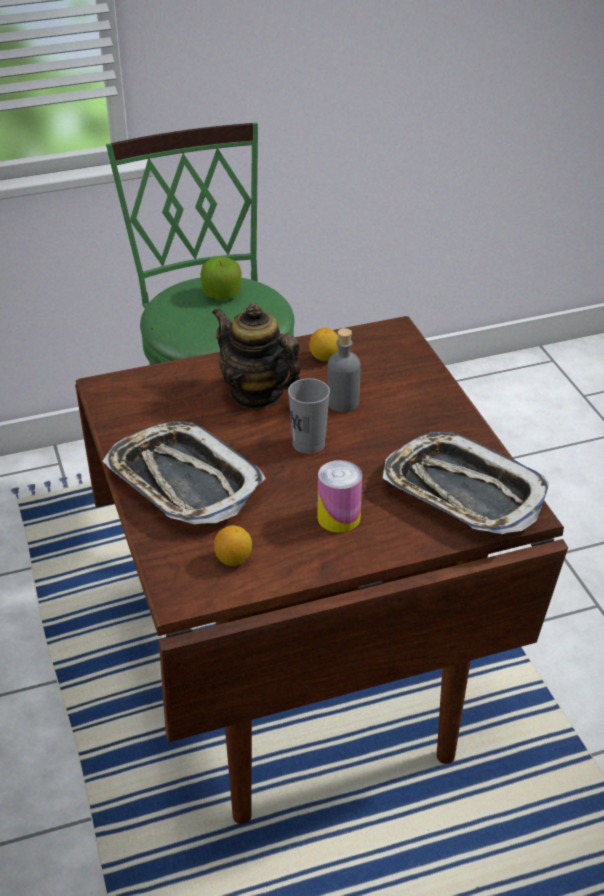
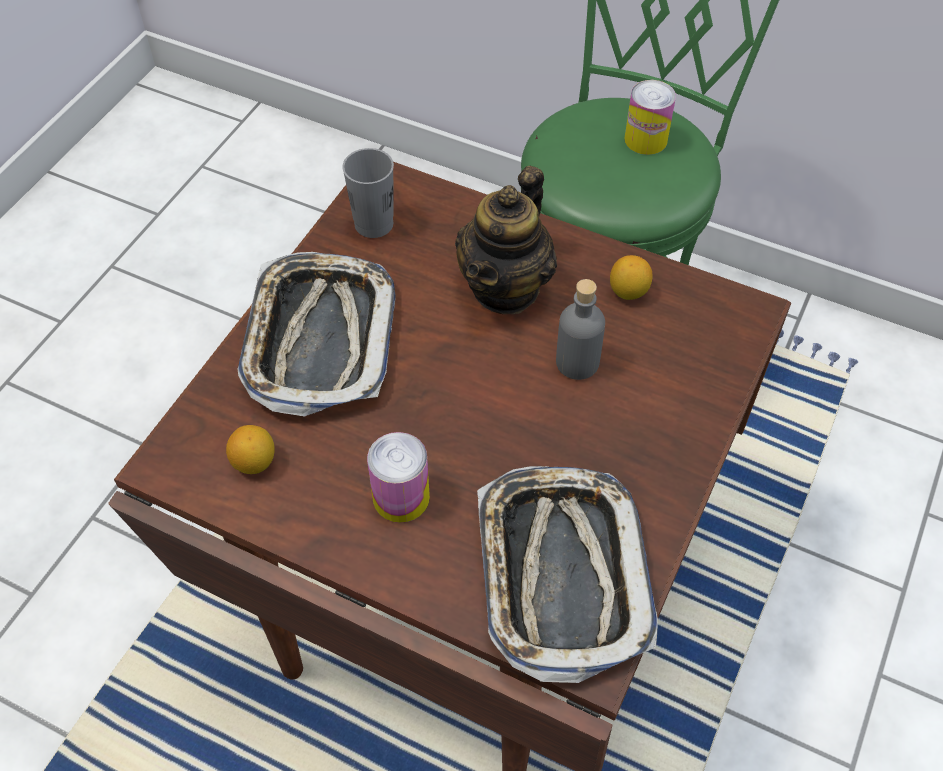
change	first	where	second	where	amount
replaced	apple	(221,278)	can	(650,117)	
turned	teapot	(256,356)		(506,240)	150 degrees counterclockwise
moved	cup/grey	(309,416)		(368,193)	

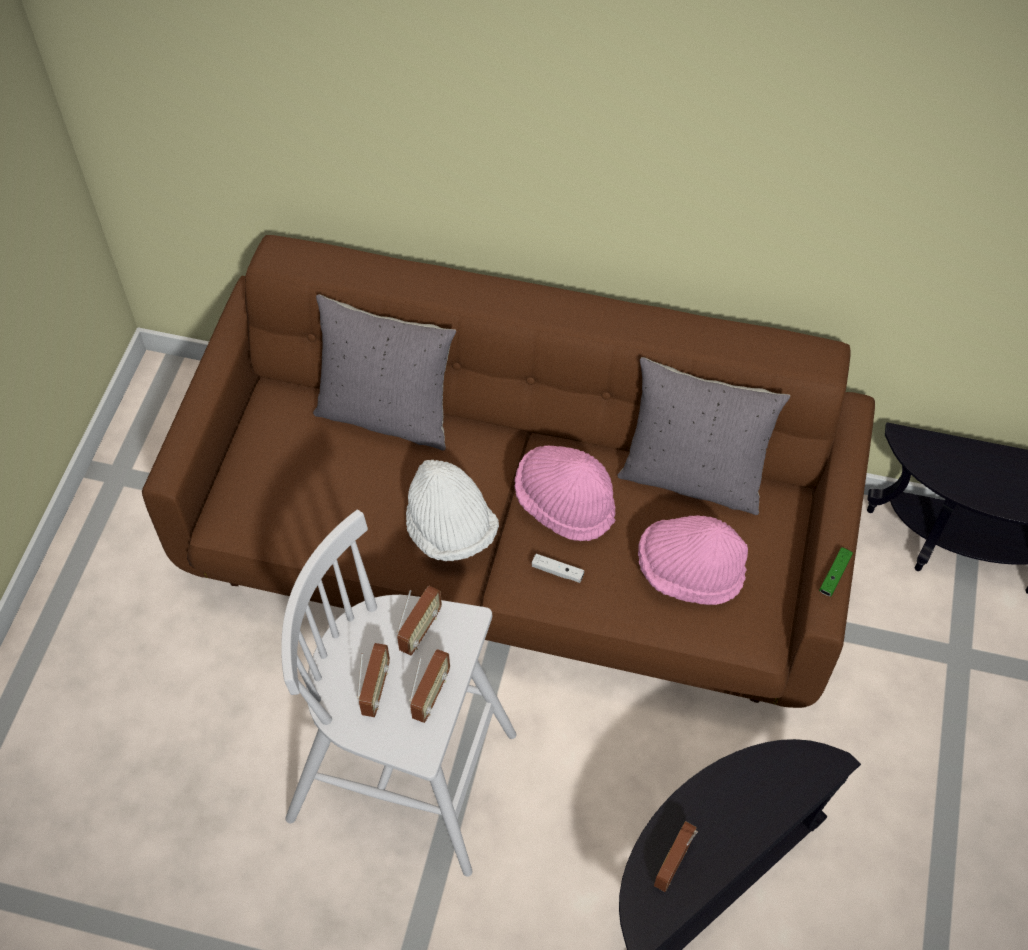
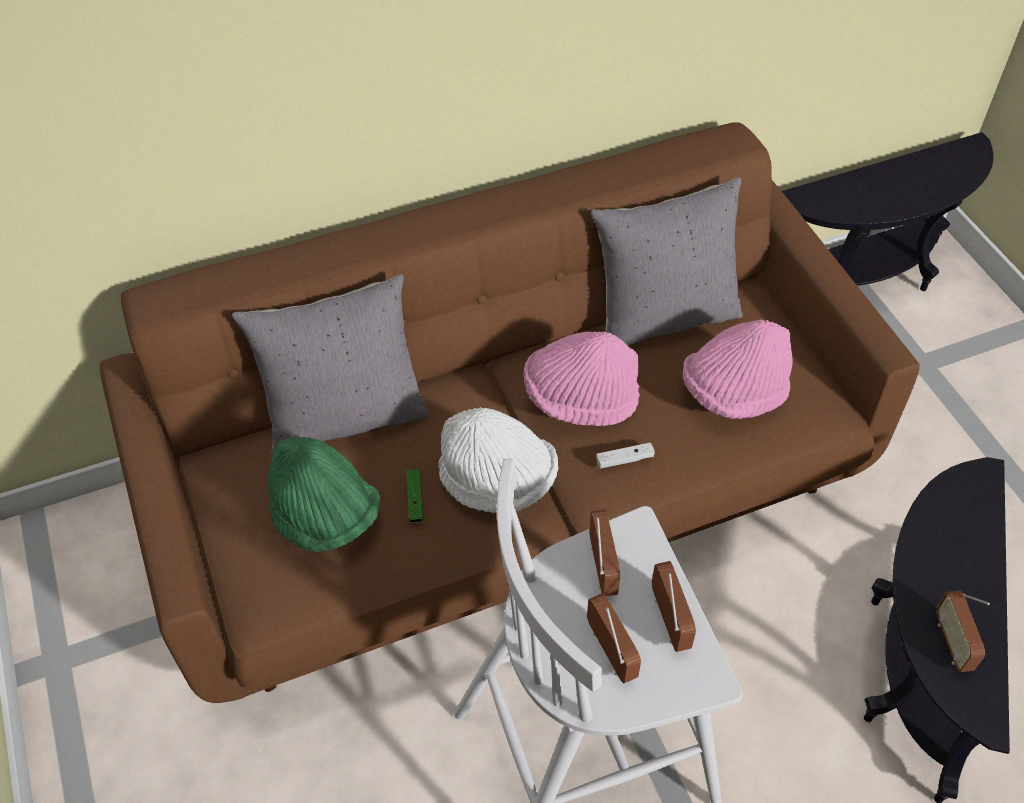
change	first	where	second	where	amount
moved	game controller/green	(836,571)		(415,496)	
added			hat/green	(323,494)	

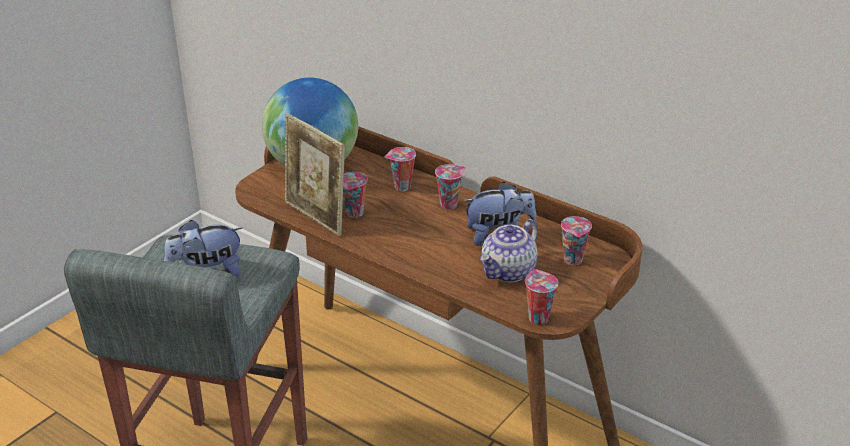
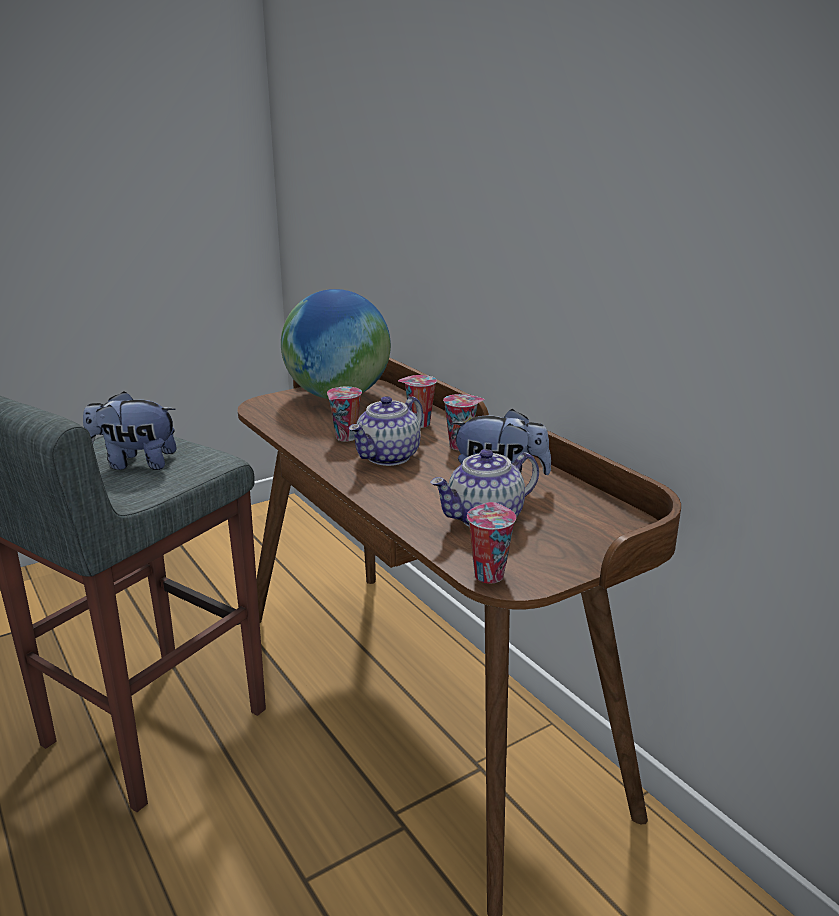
change	first	where	second	where	amount
removed	picture frame	(315,174)			
removed	cup	(576,240)			
added			teapot	(386,431)	

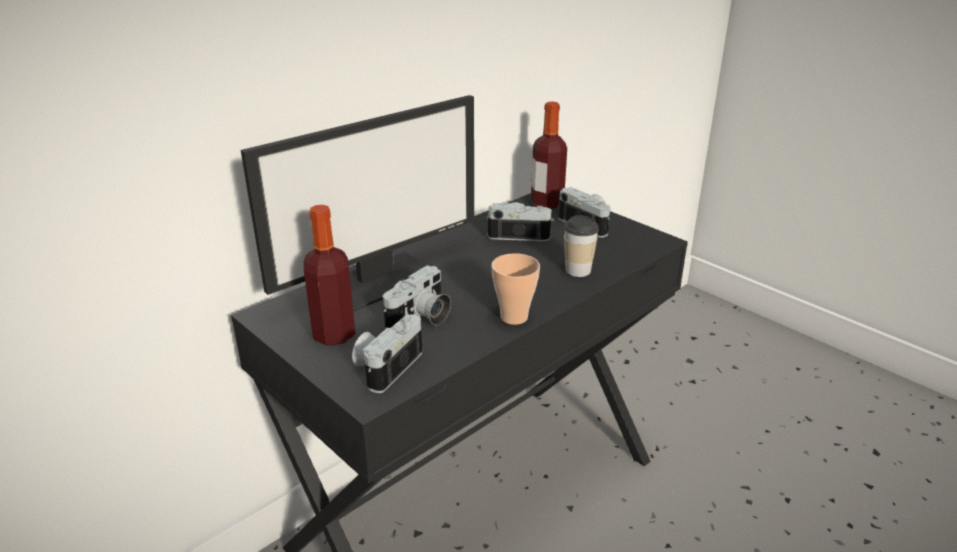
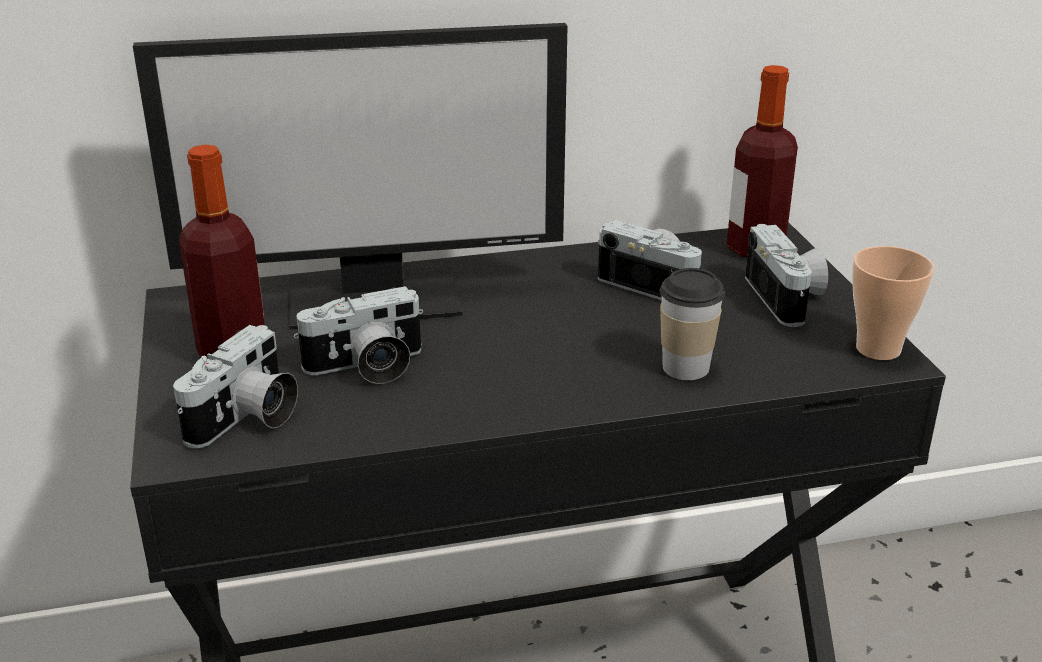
change	first	where	second	where	amount
moved	cup	(515,289)		(893,303)	
turned	photo camera	(387,353)		(235,386)	150 degrees clockwise

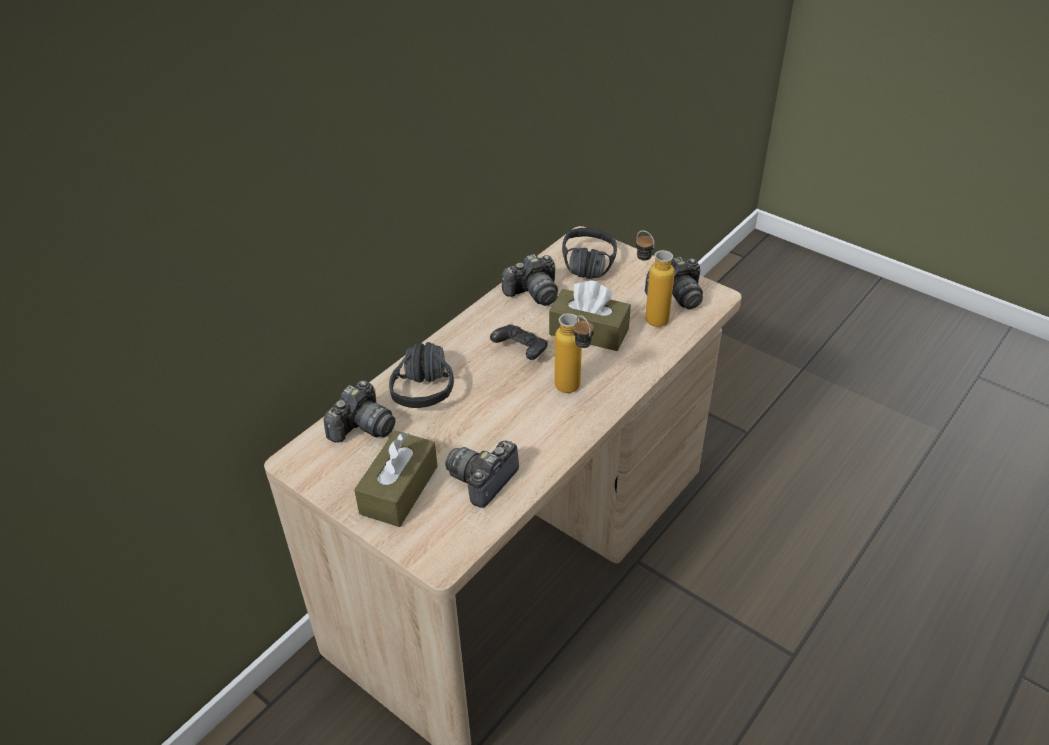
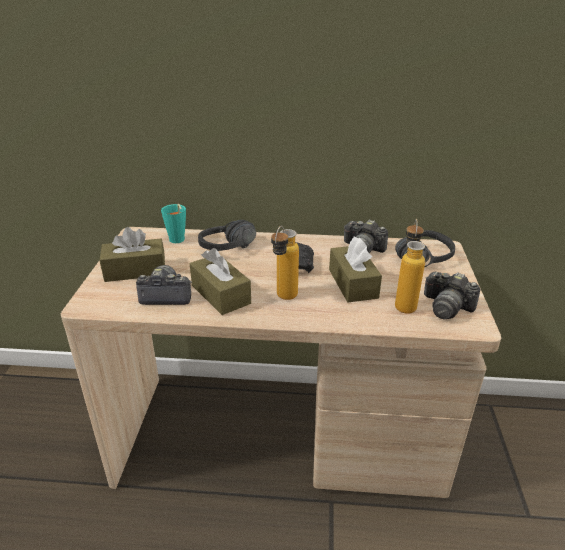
change	first	where	second	where	amount
replaced	photo camera	(359,411)	cup/turquoise	(173,223)	
added			tissue box/brown	(220,281)	

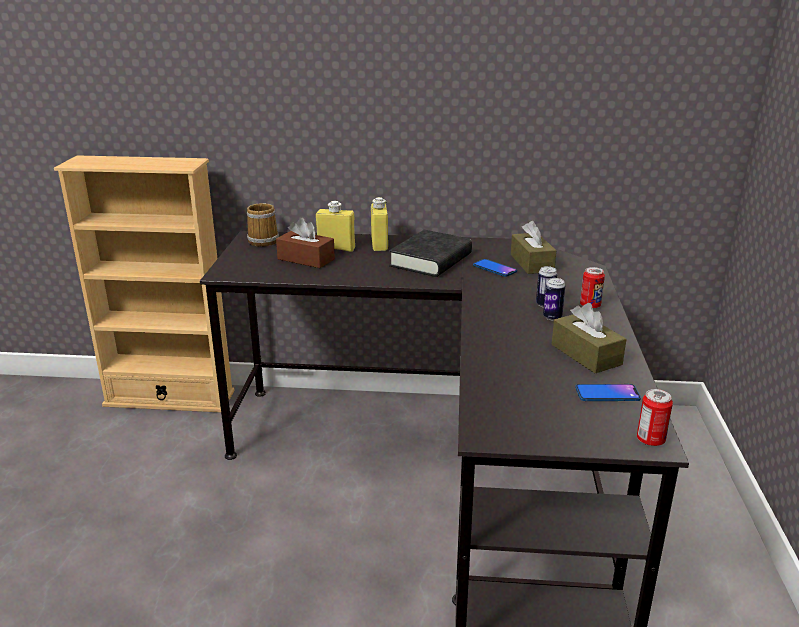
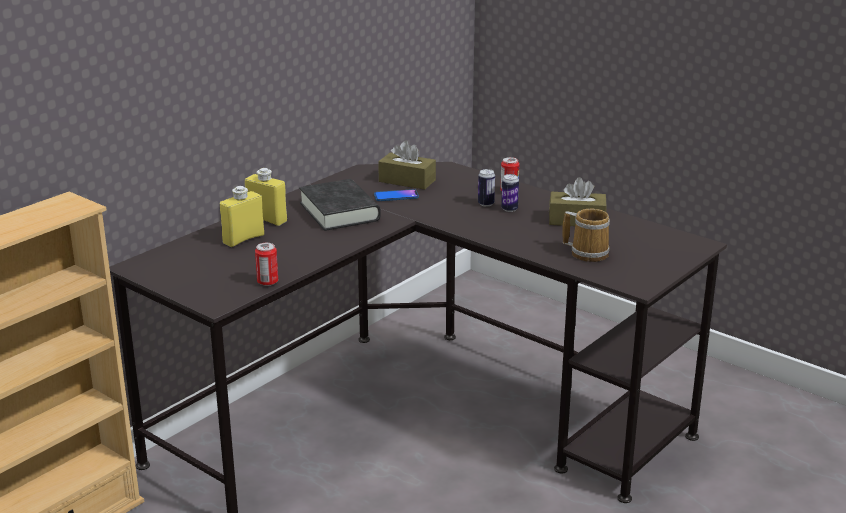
change	first	where	second	where	amount
moved	mug	(263,225)		(586,235)	
removed	tissue box/brown	(305,243)			
removed	phone	(608,392)			
moved	can	(655,417)		(266,264)	

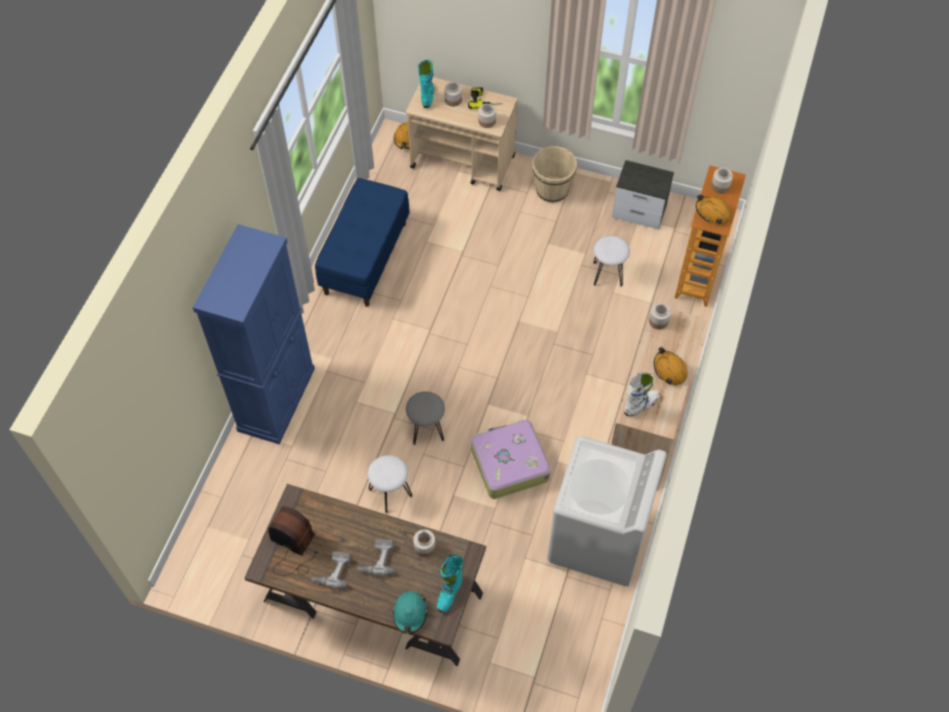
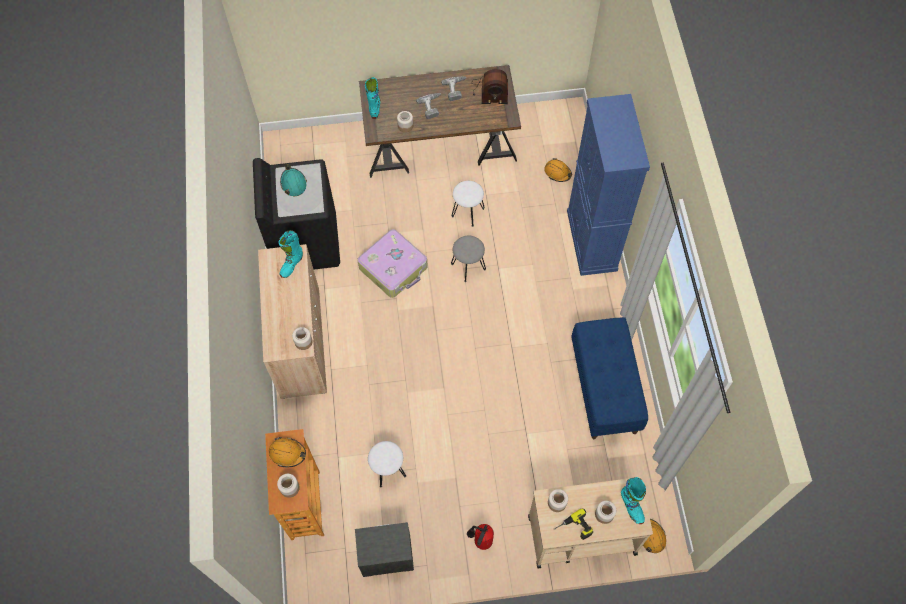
change	first	where	second	where	amount
replaced	bucket/beige	(554,174)	fire extinguisher	(480,537)	
moved	hard hat/orange	(671,366)		(558,170)	
recoloured	boot/white	(642,394)	boot/turquoise	(291,254)	
recoloured	washing machine/white	(607,511)	washing machine/black	(296,214)	
moved	hard hat/turquoise	(410,612)		(293,180)	

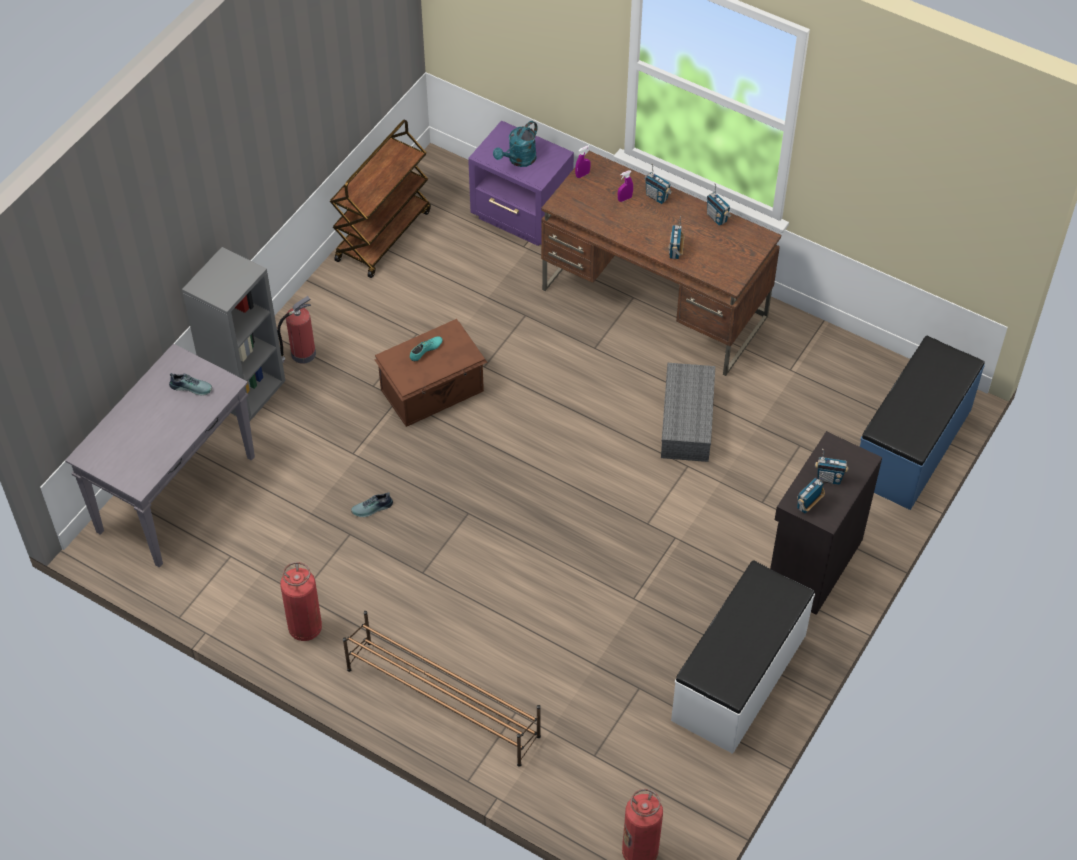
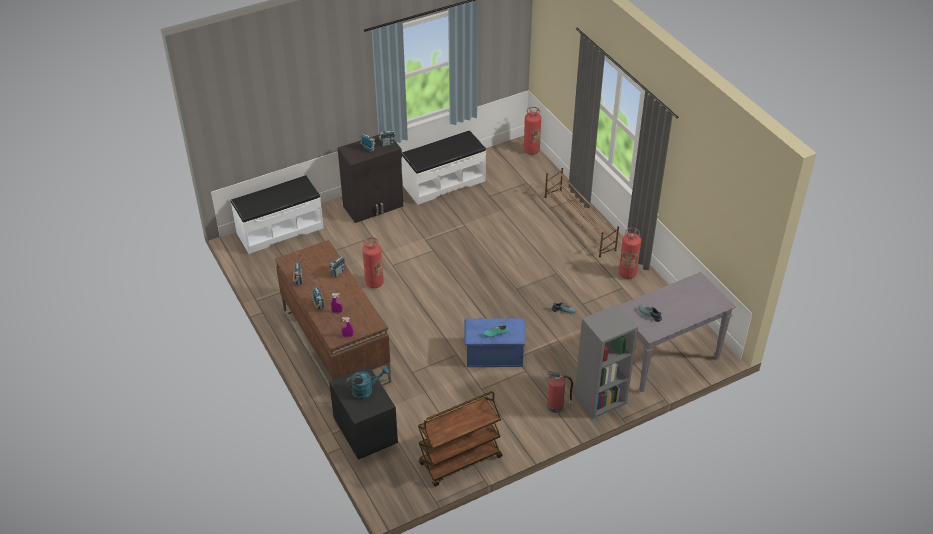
change	first	where	second	where	amount
recoloured	nightstand/purple	(521,183)	nightstand/black	(363,413)	
recoloured	storage box/brown	(431,373)	storage box/blue	(495,342)	
recoloured	bench/blue	(922,423)	bench/white	(277,214)	
replaced	storage box/grey	(688,412)	fire extinguisher	(373,262)	

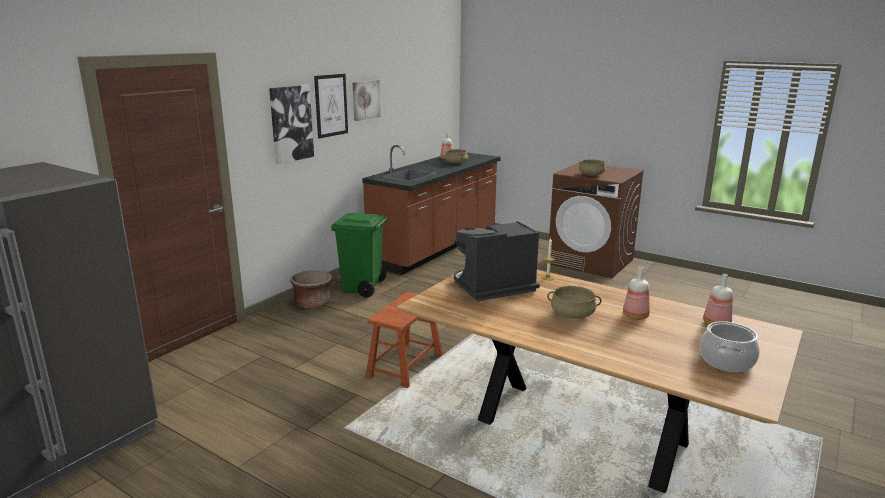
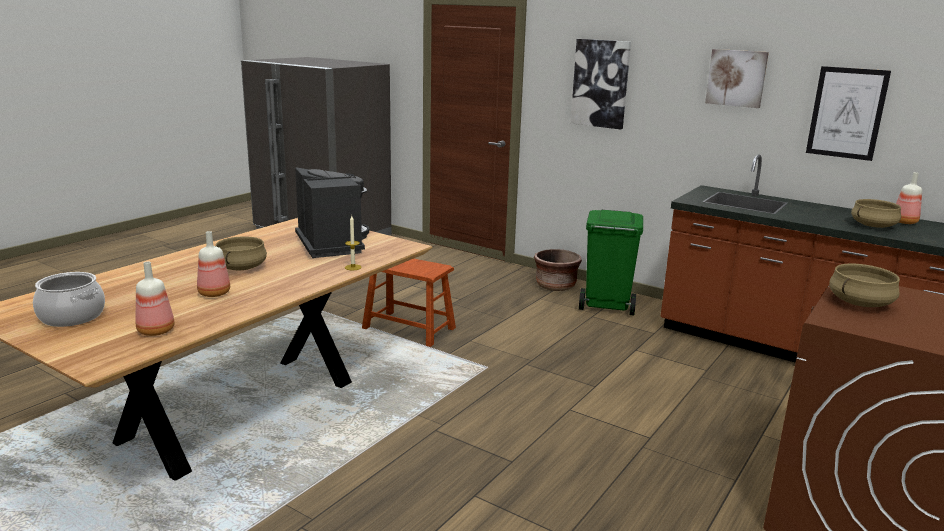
change	first	where	second	where	amount
moved	picture	(331,106)		(848,113)	

